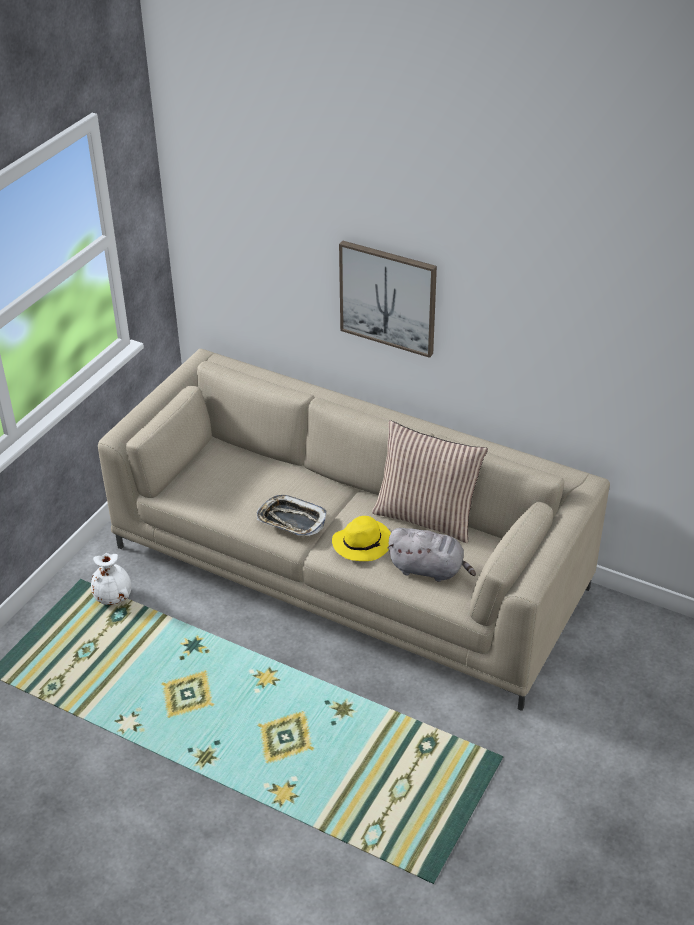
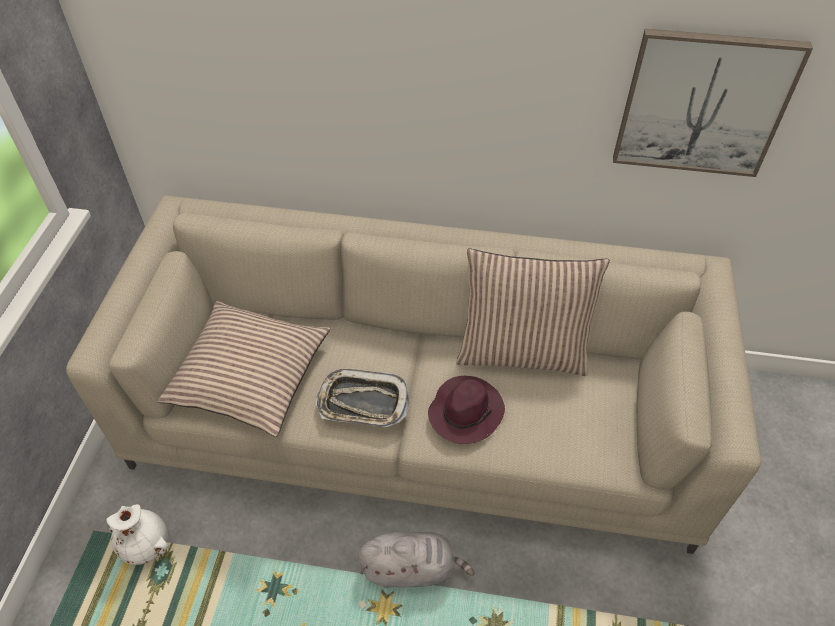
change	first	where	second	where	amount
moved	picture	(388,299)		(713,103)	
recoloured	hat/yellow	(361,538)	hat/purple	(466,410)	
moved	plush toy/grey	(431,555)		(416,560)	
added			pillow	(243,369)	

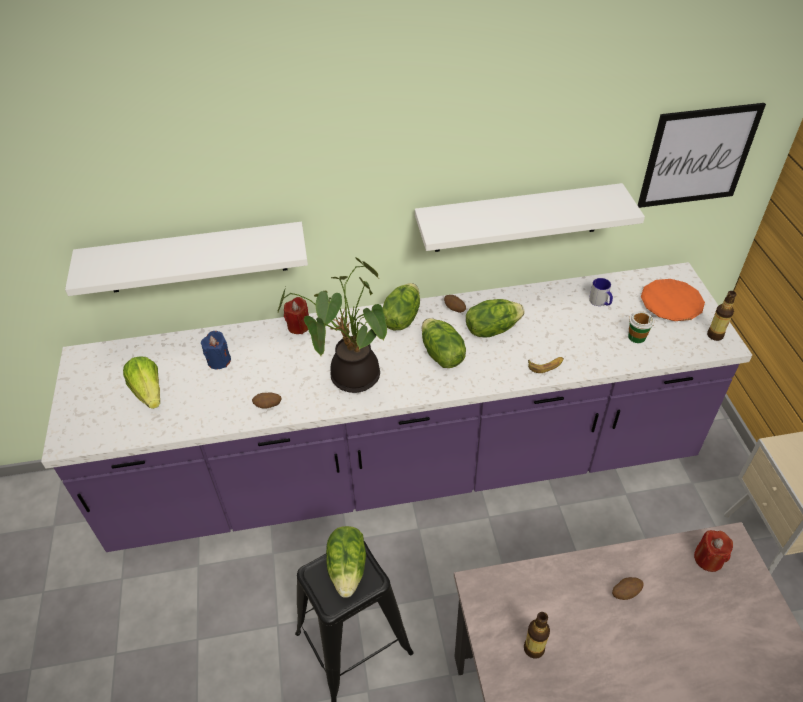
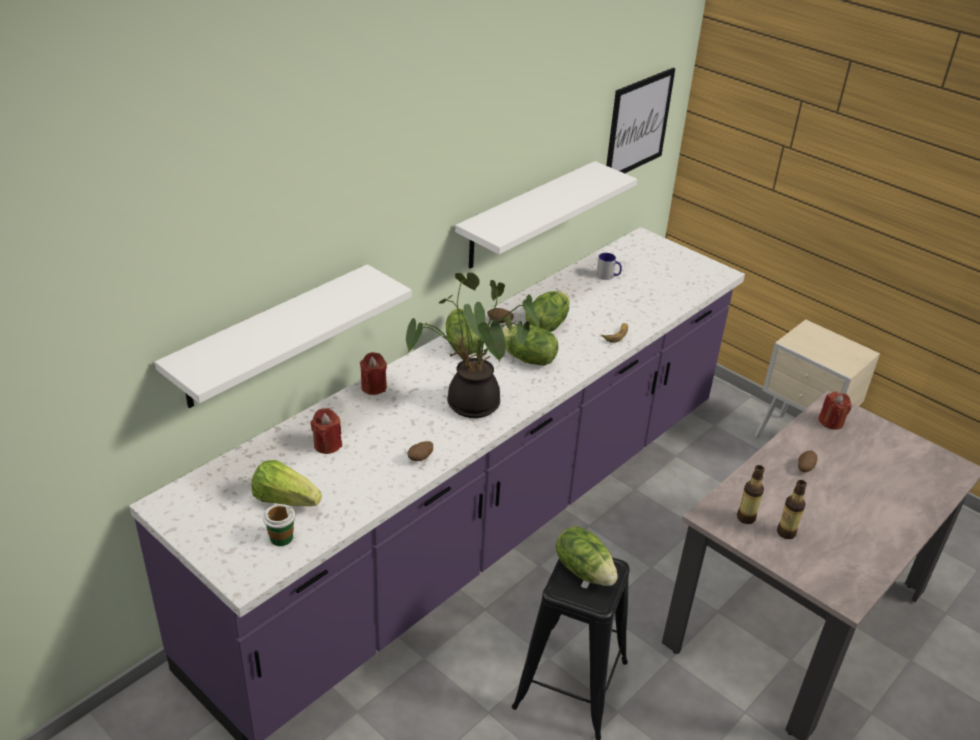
change	first	where	second	where	amount
removed	plate/orange	(673,300)			
moved	bottle	(721,316)		(750,494)	
moved	cup	(641,327)		(279,525)	
recoloured	candle/blue	(216,350)	candle/red	(326,431)	

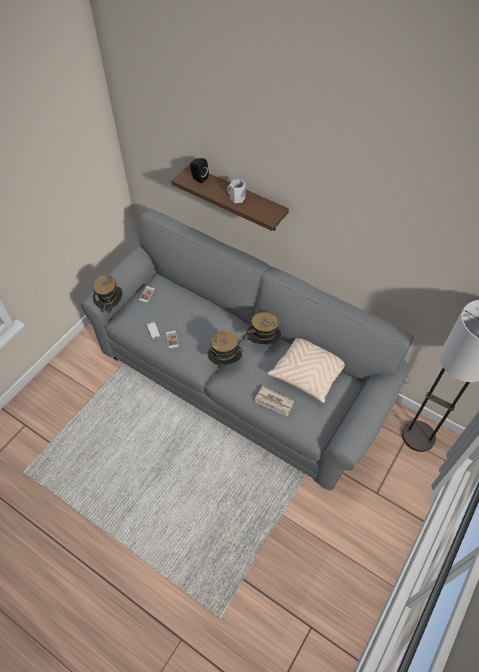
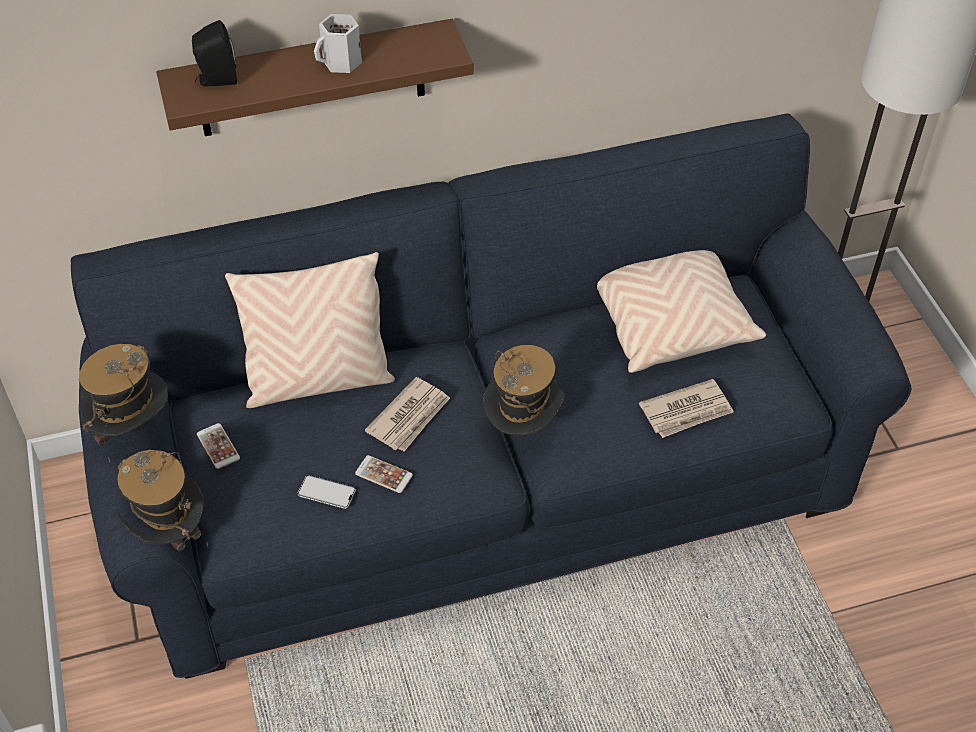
change	first	where	second	where	amount
recoloured	sofa/grey	(246,350)	sofa/blue	(491,396)	
moved	hat	(263,328)		(123,403)	
added			pillow/beige	(310,330)	
added			newspaper	(407,414)	

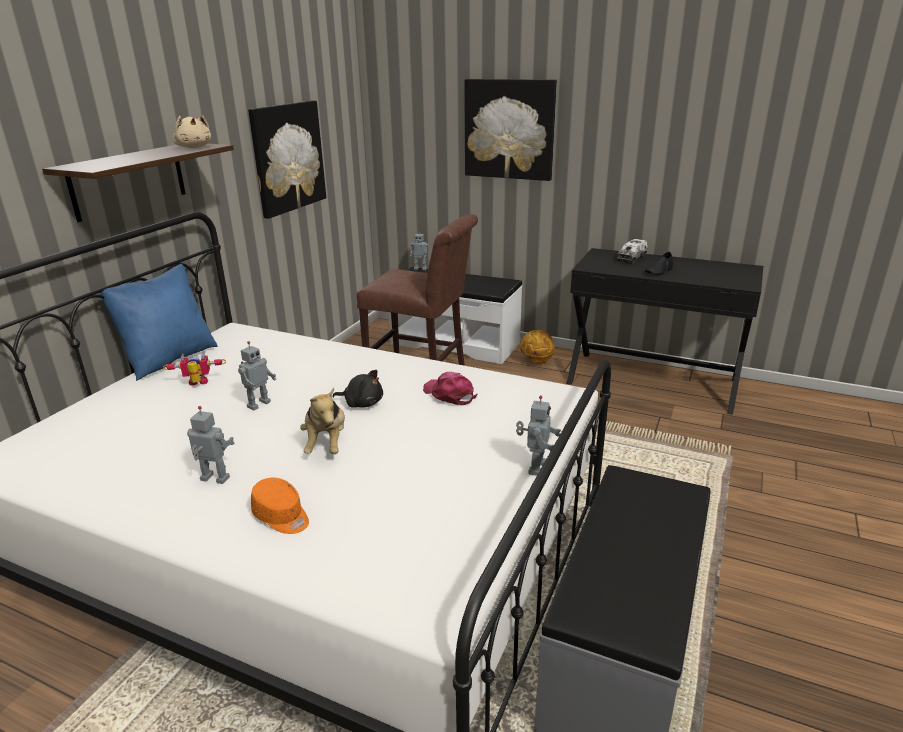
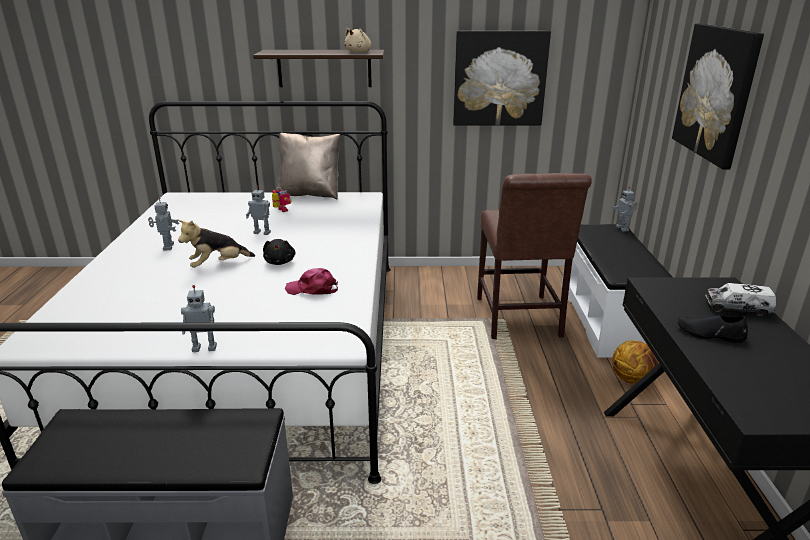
change	first	where	second	where	amount
recoloured	pillow/blue	(159,322)	pillow/beige	(309,166)	
turned	cap/pink	(450,388)		(311,281)	105 degrees counterclockwise
removed	cap/orange	(280,506)			

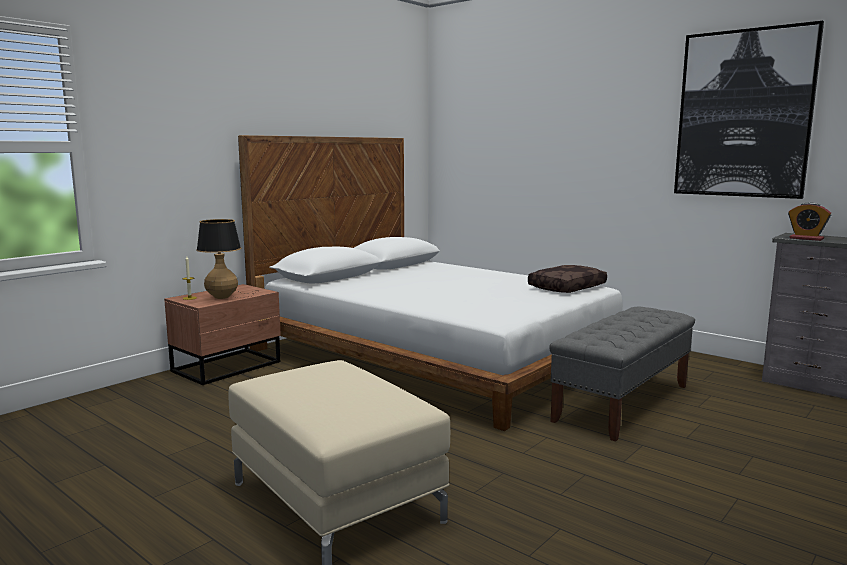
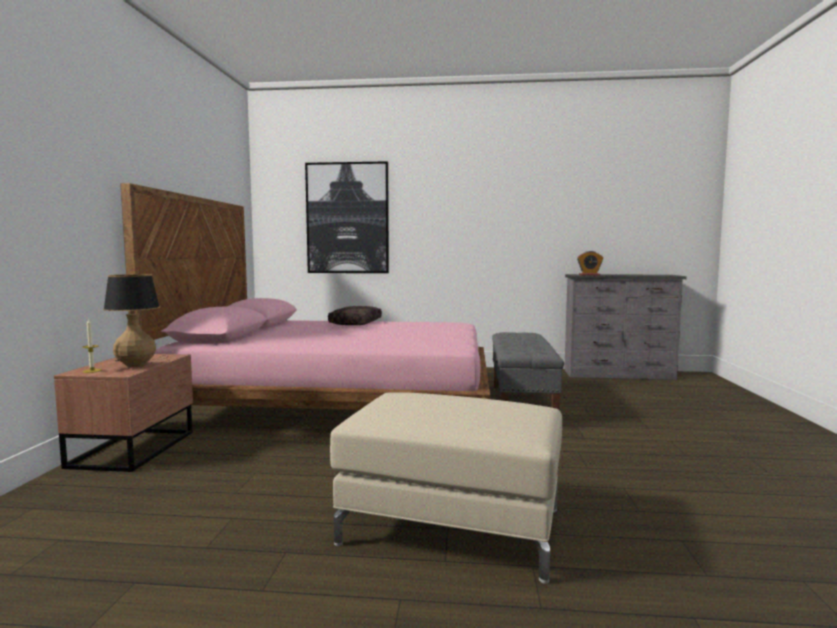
change	first	where	second	where	amount
moved	picture	(749,110)		(347,217)	
recoloured	bed/white	(430,283)	bed/pink	(305,296)	
moved	pillow/brown	(567,279)		(355,315)	

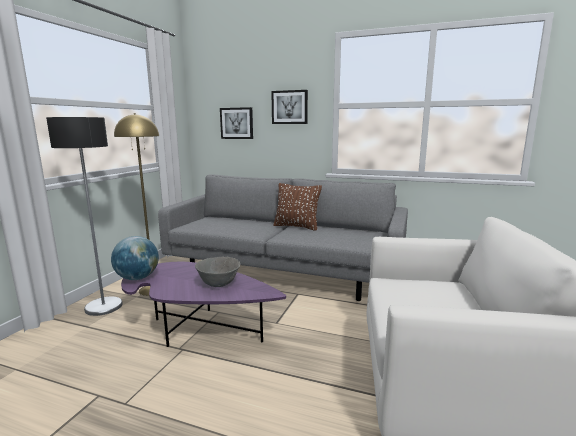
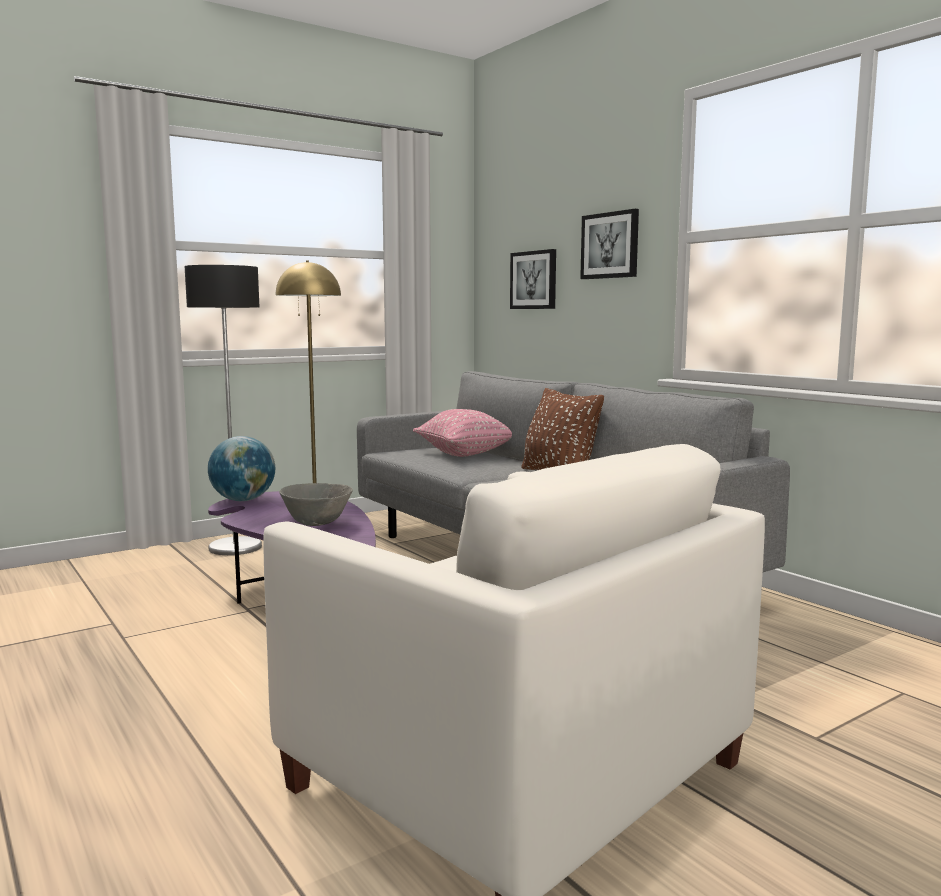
change	first	where	second	where	amount
added			pillow/pink	(462,433)	

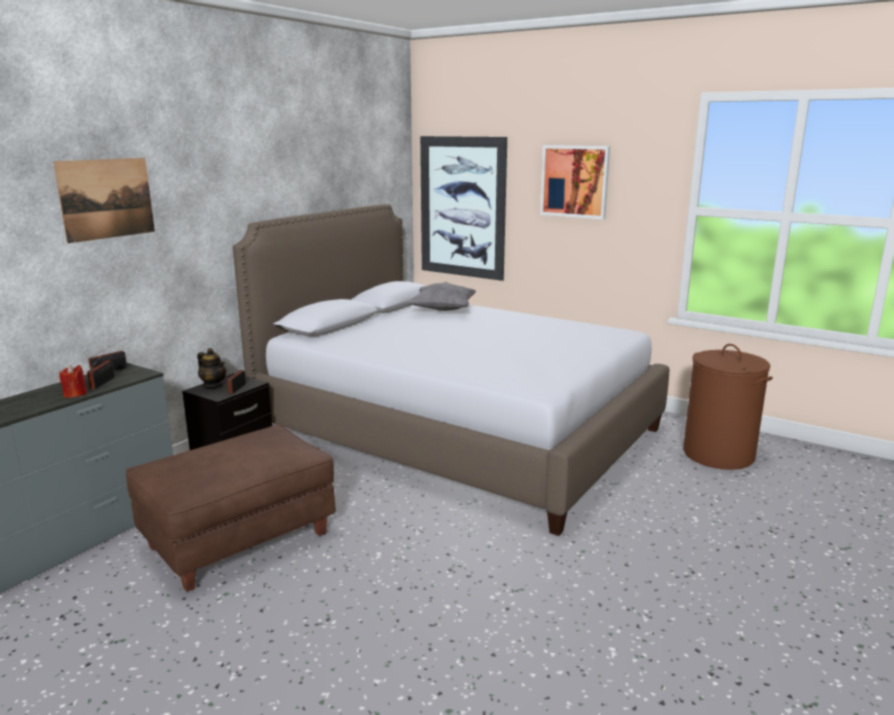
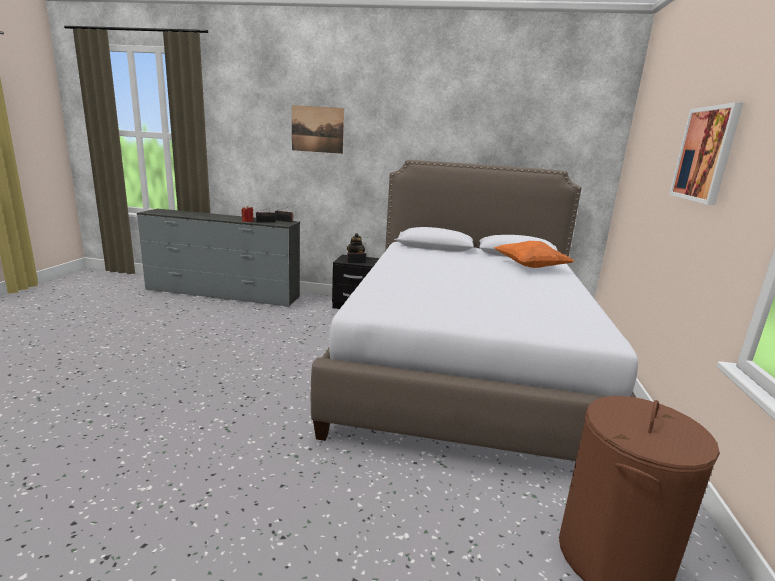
change	first	where	second	where	amount
removed	picture	(463,208)			
recoloured	pillow/grey	(442,296)	pillow/orange	(534,254)	
removed	ottoman/brown	(231,508)			

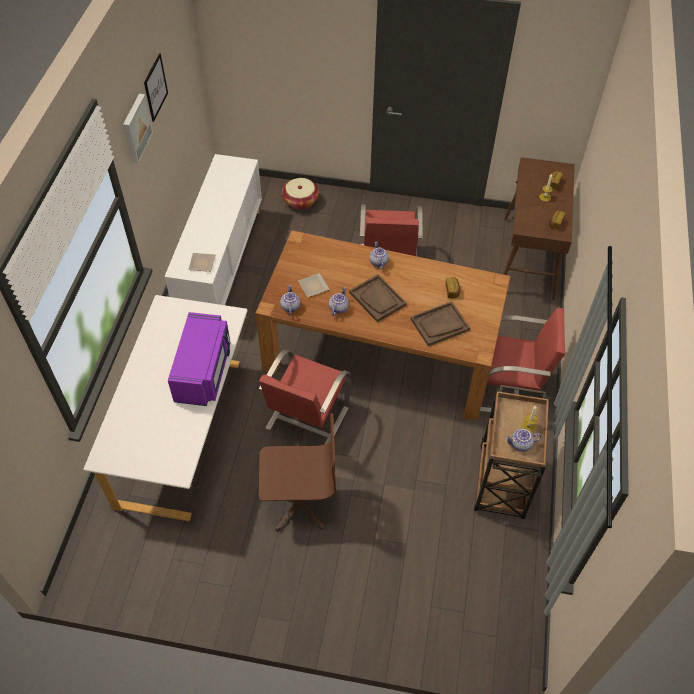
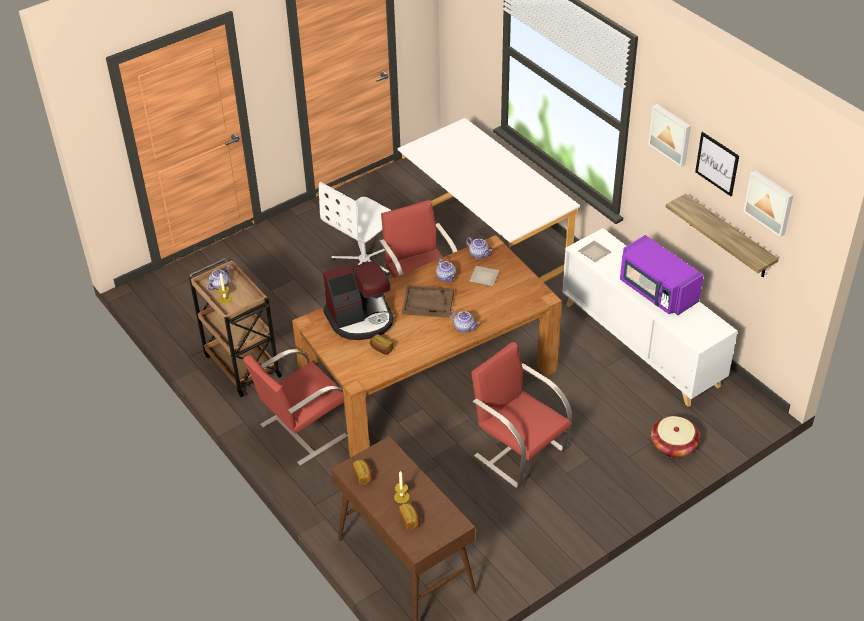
change	first	where	second	where	amount
replaced	tray/brown	(440,323)	coffee machine	(358,300)	
moved	microwave/purple	(199,359)		(662,275)	
recoloured	office chair/brown	(297,472)	office chair/white	(355,229)	
added			picture	(768,203)	
added			shelf	(722,235)	

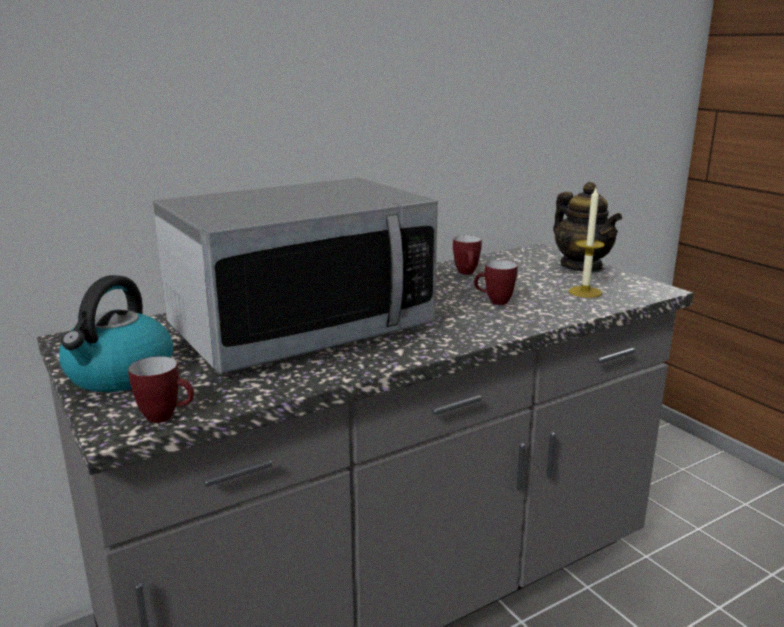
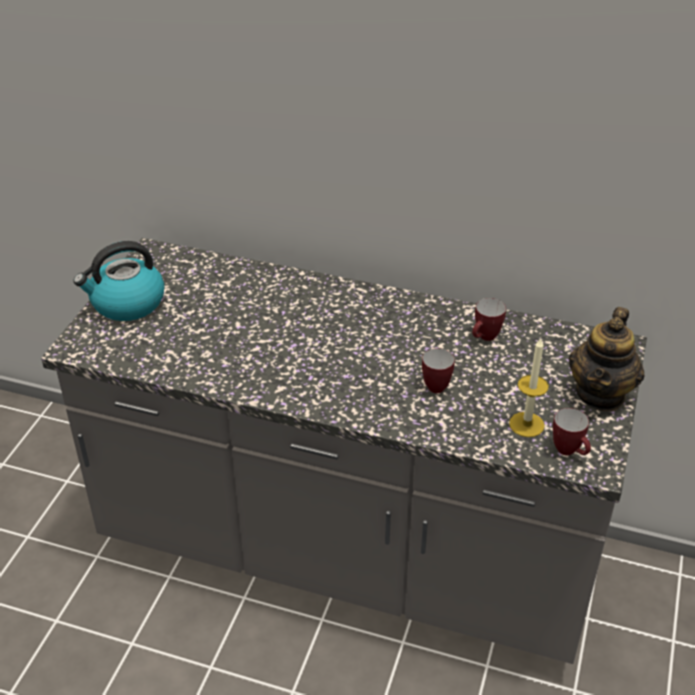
change	first	where	second	where	amount
removed	microwave	(295,276)			
moved	mug	(161,389)		(572,431)	

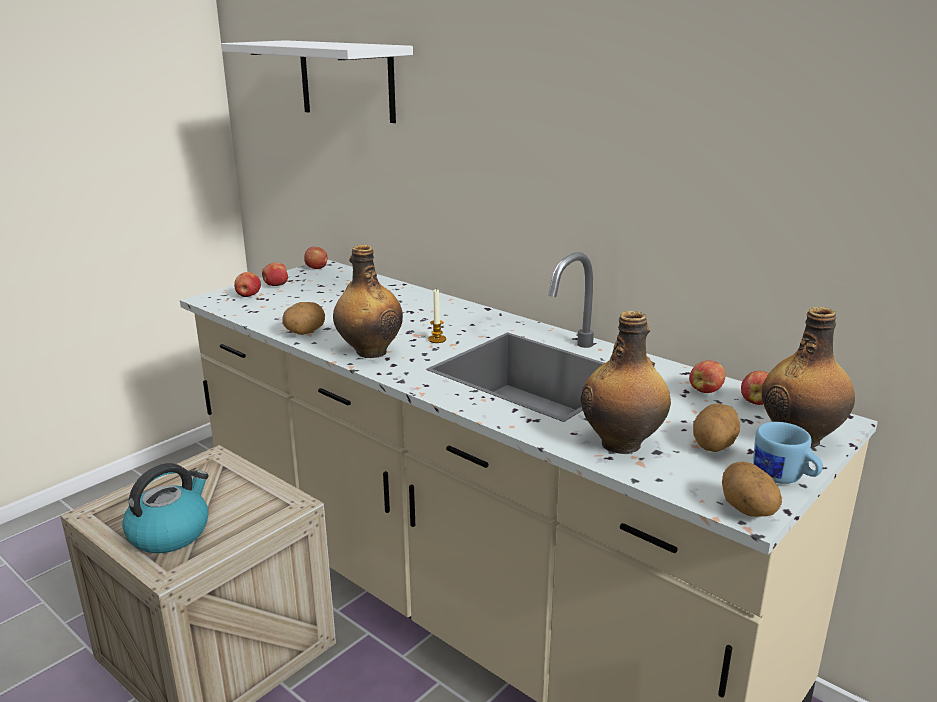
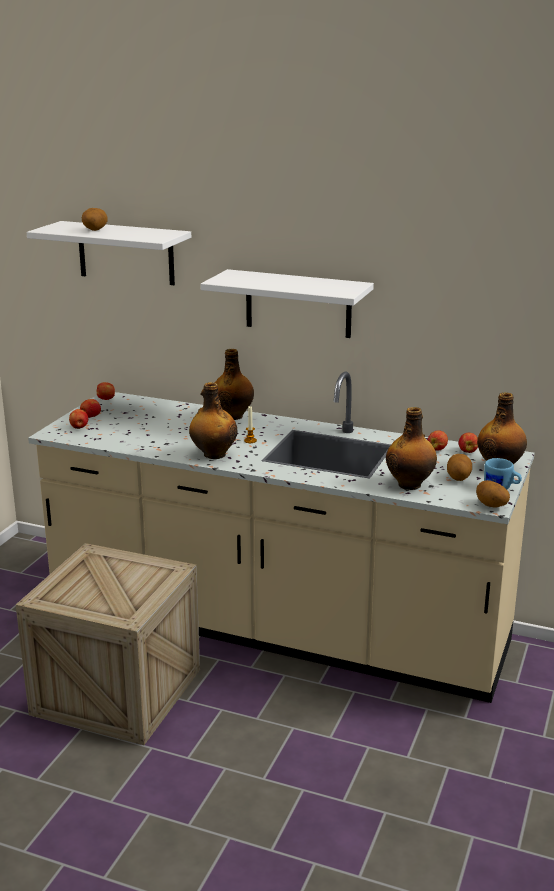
change	first	where	second	where	amount
moved	potato	(304,318)		(95,219)	
removed	kettle	(165,508)			
added			shelf/white	(287,303)	
added			bottle	(234,384)	

